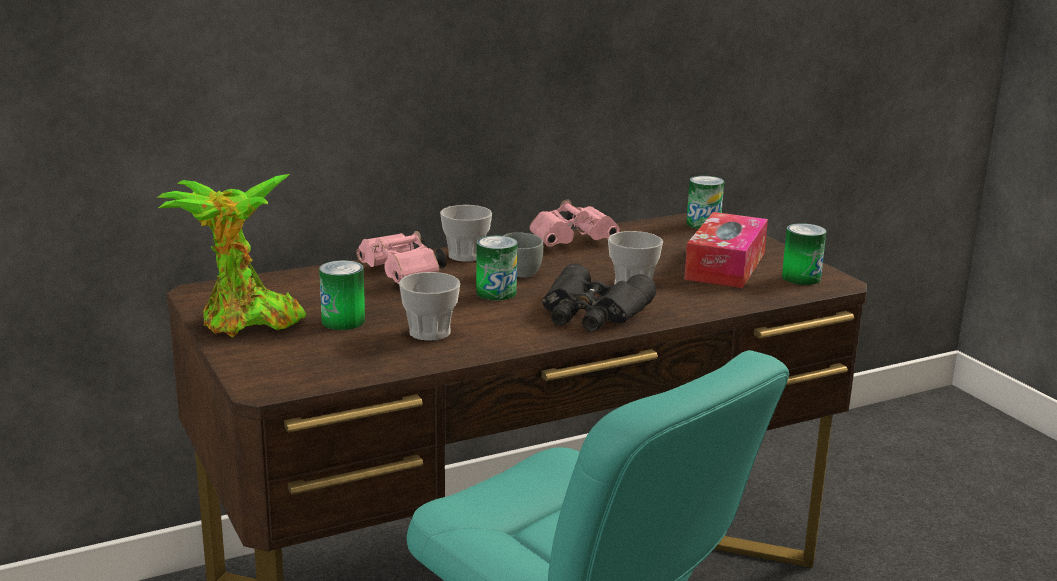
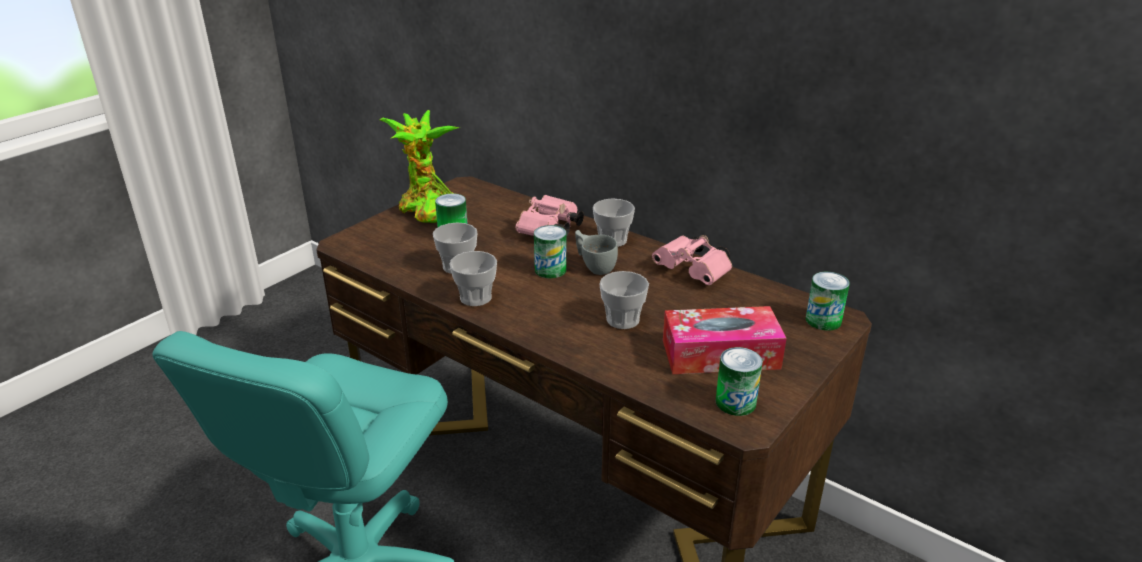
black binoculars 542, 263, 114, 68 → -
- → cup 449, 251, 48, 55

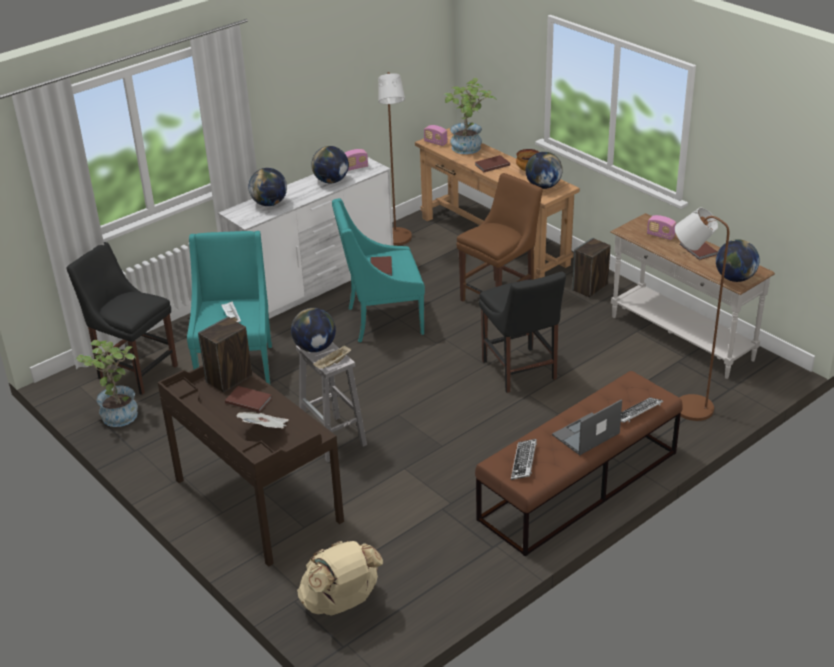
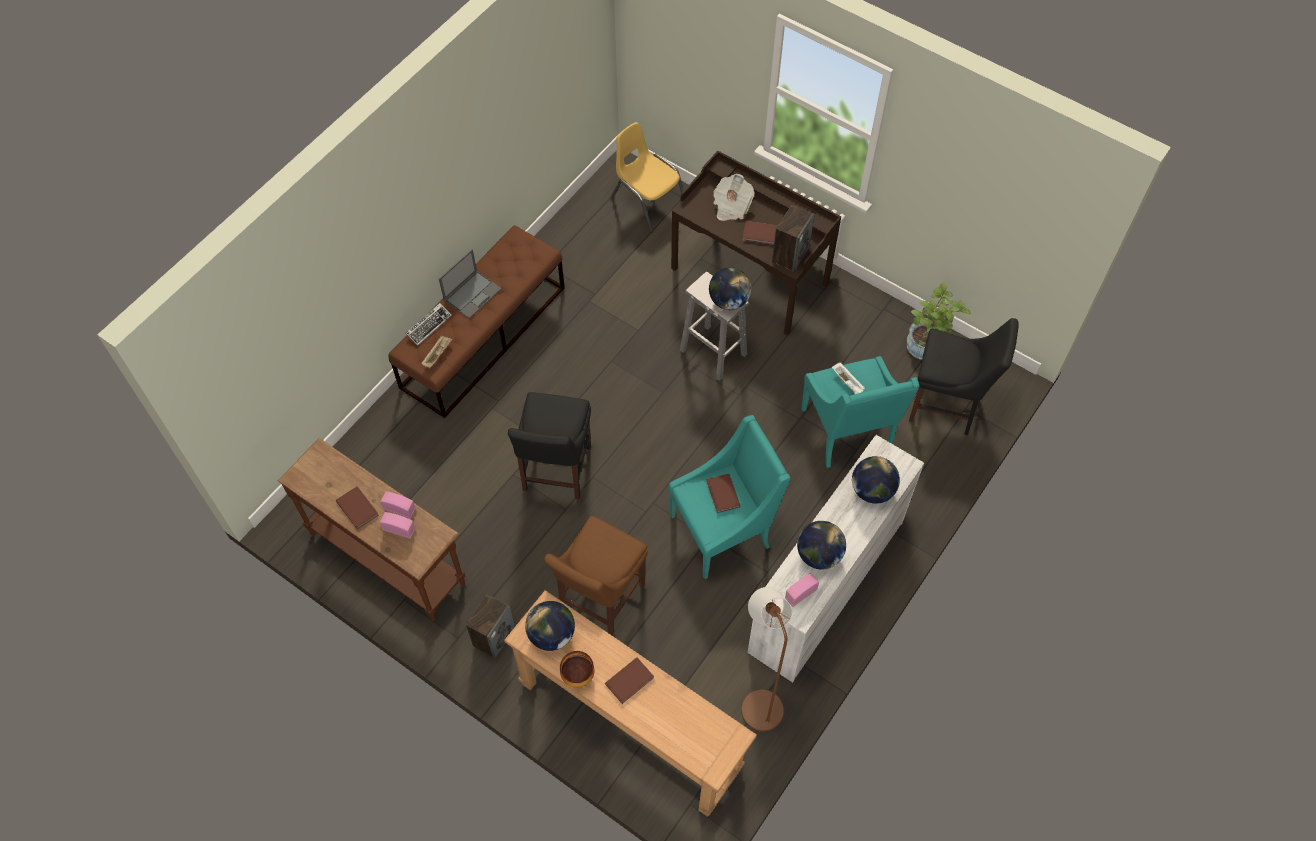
potted plant 444, 78, 53, 76 → -
radio 424, 125, 23, 21 → radio 380, 491, 36, 28, shifted
brown floor lamp 675, 208, 54, 213 → -
white console table 610, 213, 165, 166 → brown console table 278, 438, 187, 183
globe 716, 239, 44, 43 → -
black chair 479, 272, 87, 121 → black chair 508, 392, 83, 107, 135 degrees counterclockwise
beige tray 313, 345, 38, 24 → beige tray 421, 336, 31, 32, shifted
keyboard 511, 439, 26, 41 → -
beige backpack 297, 541, 86, 75 → yellow chair 610, 122, 74, 111

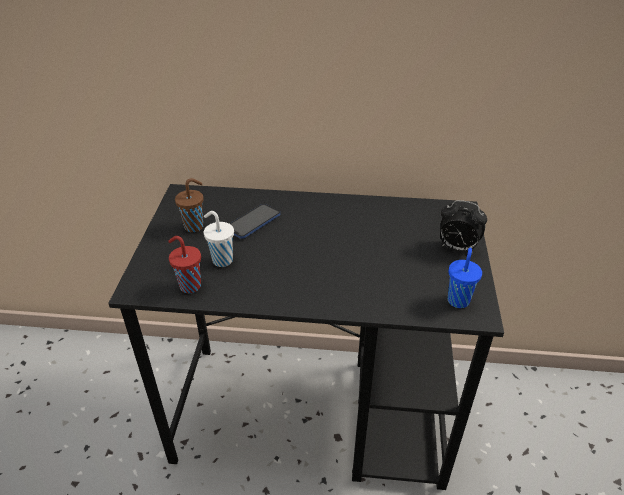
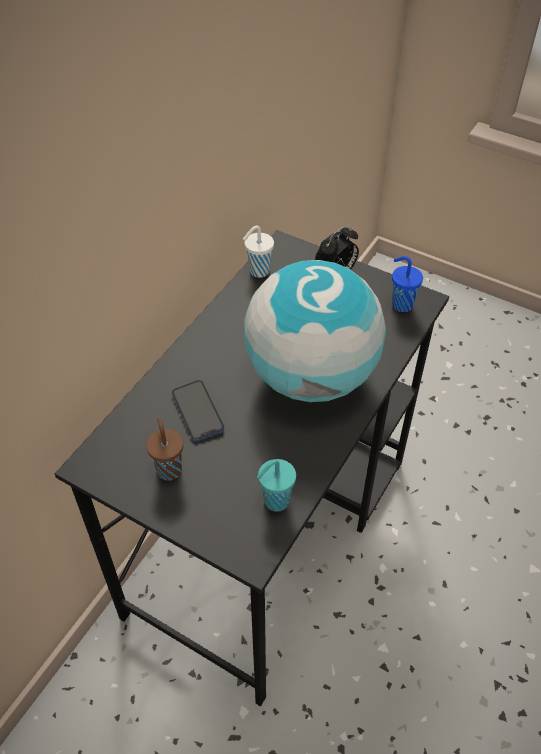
white cup 204, 211, 30, 56 → white cup 243, 225, 31, 53, shifted
red cup 168, 236, 33, 57 → turquoise cup 257, 459, 39, 53
- → globe 244, 260, 142, 142

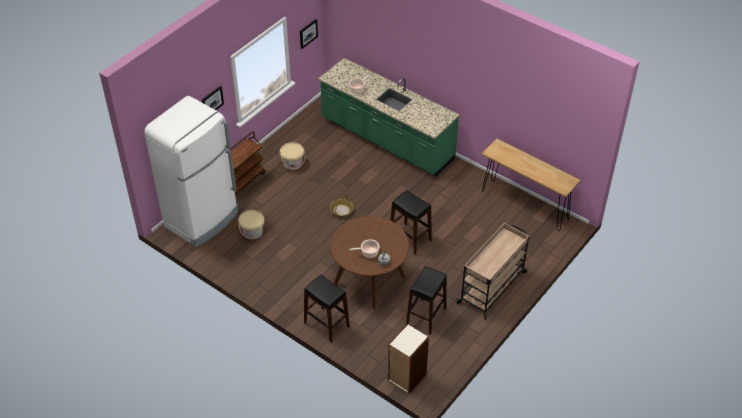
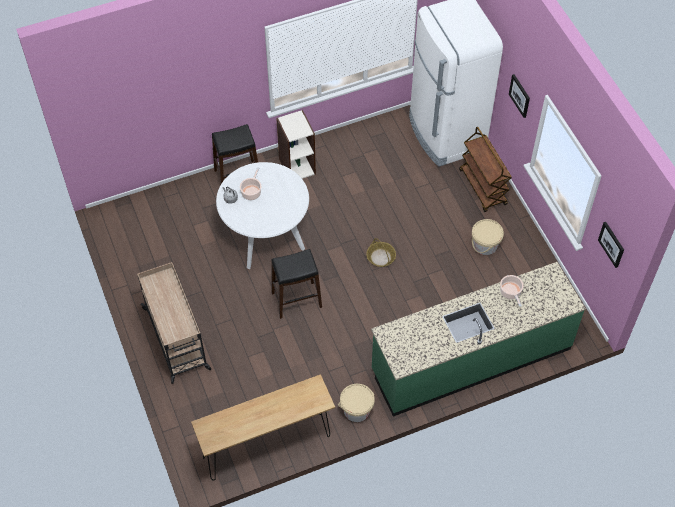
beige bucket 238, 210, 26, 30 → beige bucket 338, 384, 37, 38, shifted
brown dining table 330, 216, 79, 93 → white dining table 216, 162, 93, 107
black stool 406, 266, 41, 69 → -
bookcase 388, 324, 41, 70 → bookcase 276, 110, 40, 69, shifted

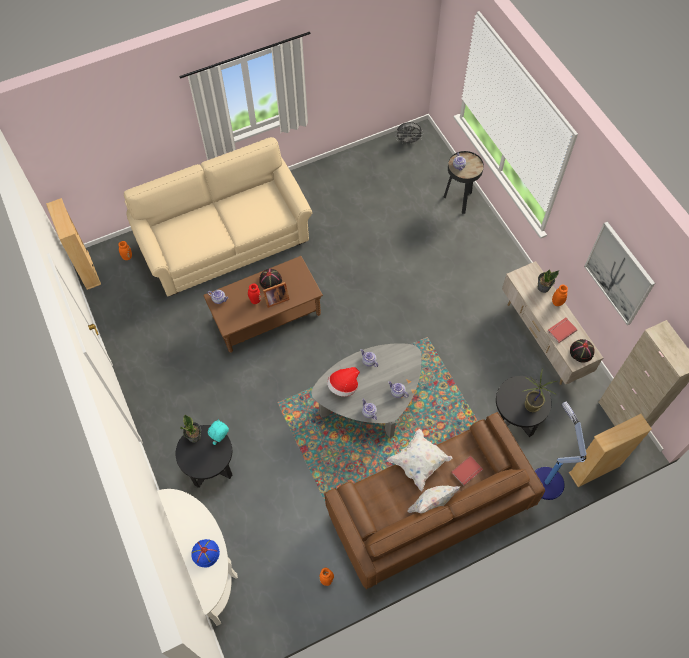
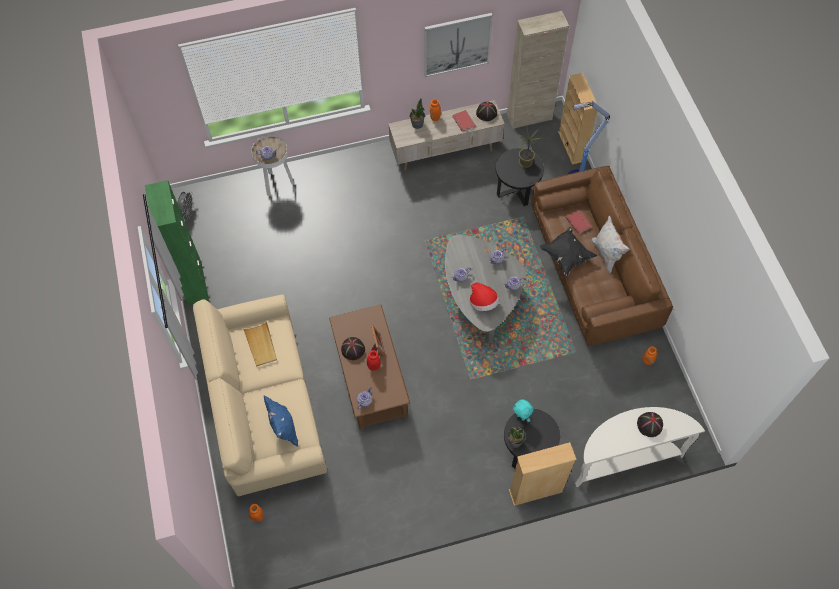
black side table 443, 151, 41, 63 → white side table 251, 135, 43, 62
beige bookcase 46, 198, 55, 92 → beige bookcase 509, 442, 68, 64, shifted
white pillow 387, 429, 66, 62 → black pillow 540, 227, 57, 49
blue hat 191, 539, 29, 28 → black hat 637, 412, 26, 25
- → green cabinet 145, 180, 64, 126
- → beige tray 243, 322, 34, 45
- → blue pillow 264, 396, 34, 51

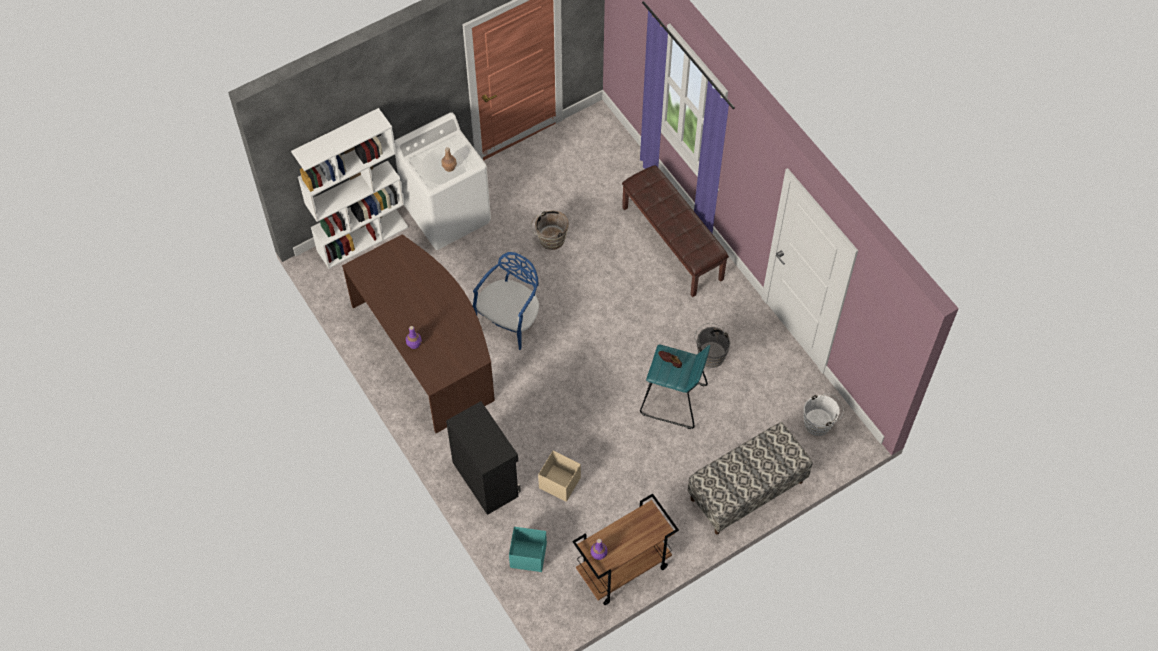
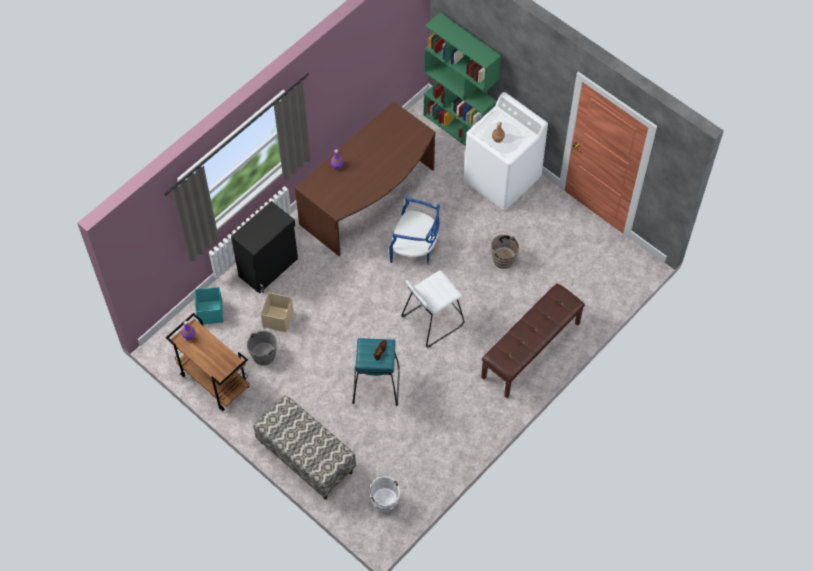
white bookcase 291, 108, 118, 161 → green bookcase 424, 12, 78, 134
grey bucket 695, 323, 35, 45 → grey bucket 247, 328, 33, 37, shifted
- → white stool 401, 270, 64, 78

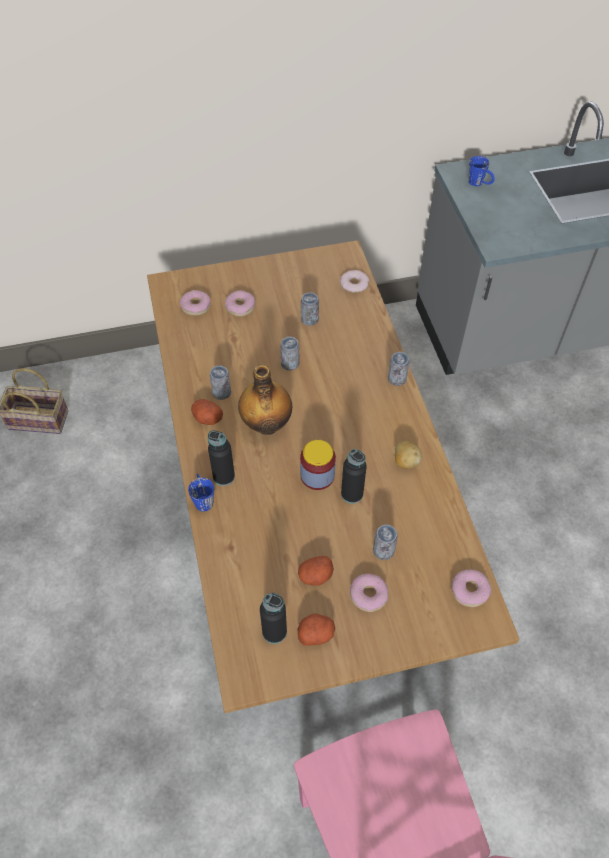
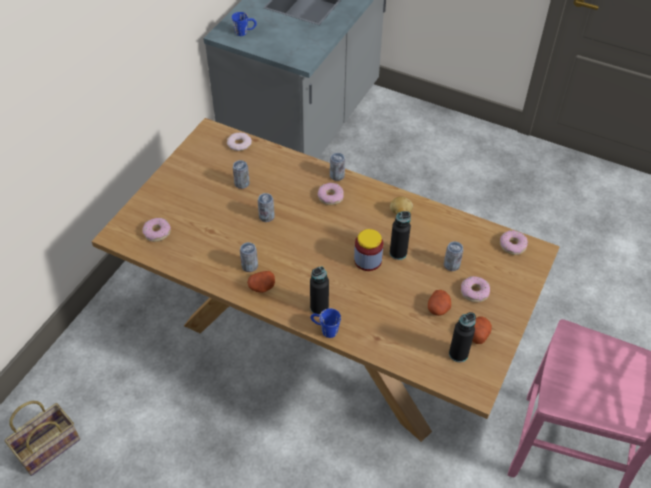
donut 225, 290, 30, 27 → donut 318, 183, 26, 22, shifted
bottle 238, 365, 54, 70 → -

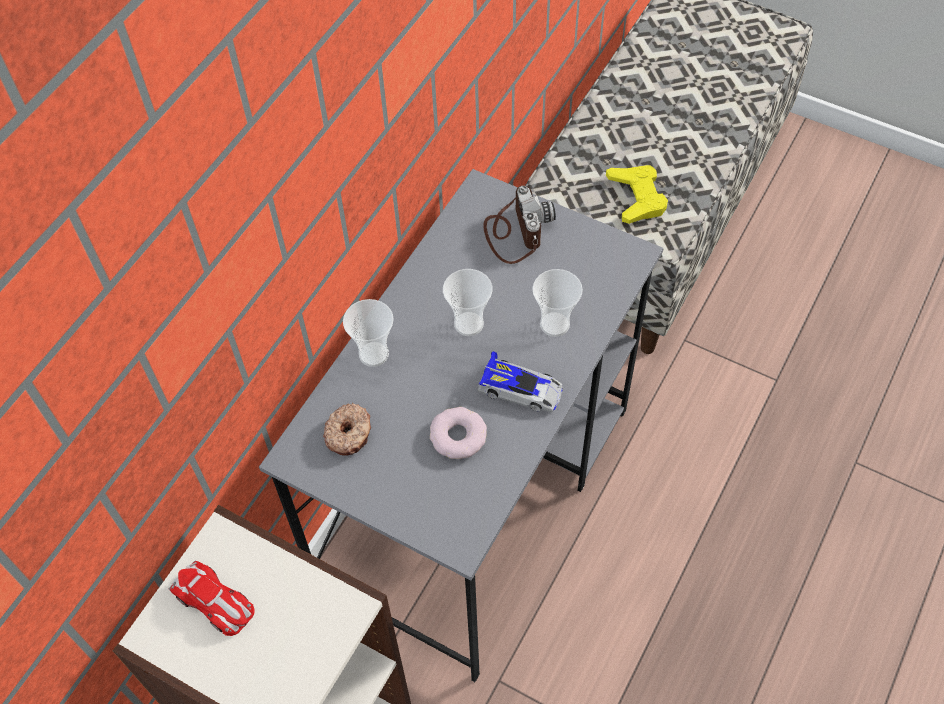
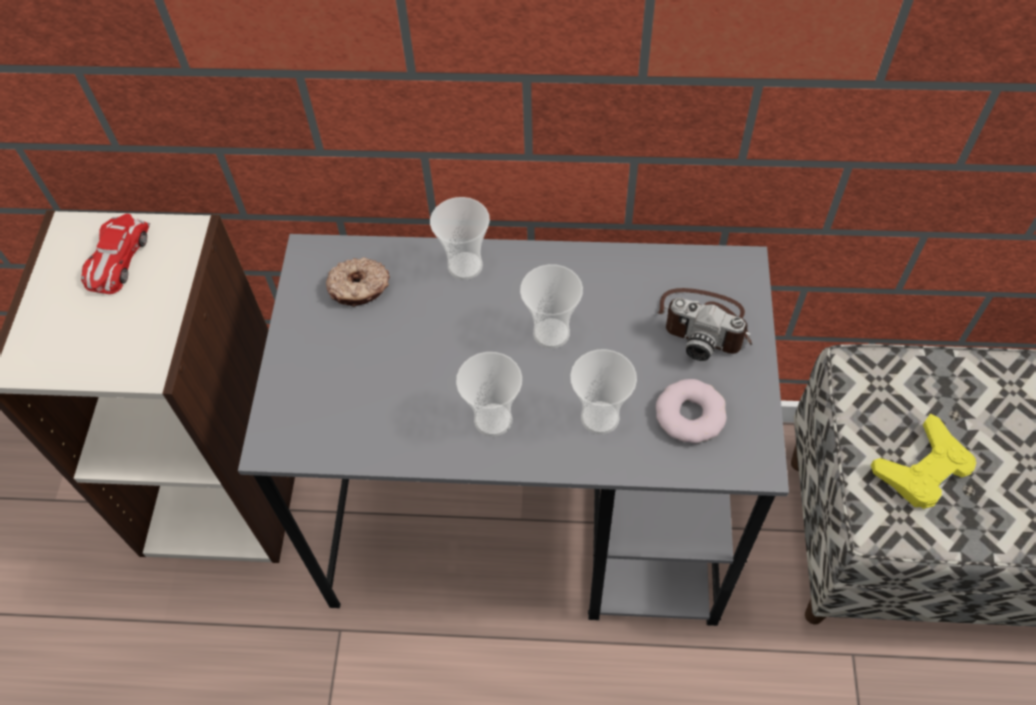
photo camera 483, 186, 73, 78 → photo camera 657, 288, 95, 73, 60 degrees clockwise
toy car 478, 351, 85, 61 → cup 456, 352, 66, 85
donut 430, 407, 57, 52 → donut 656, 379, 71, 65, shifted

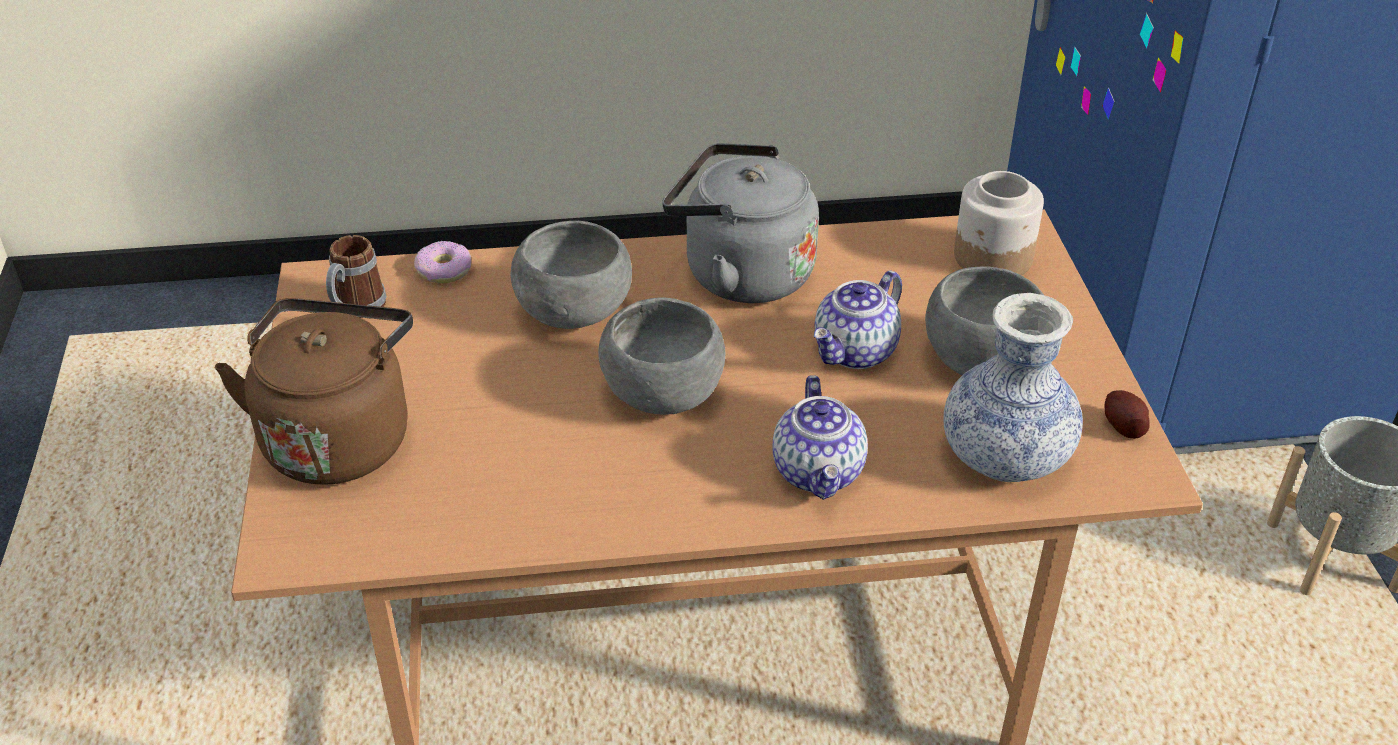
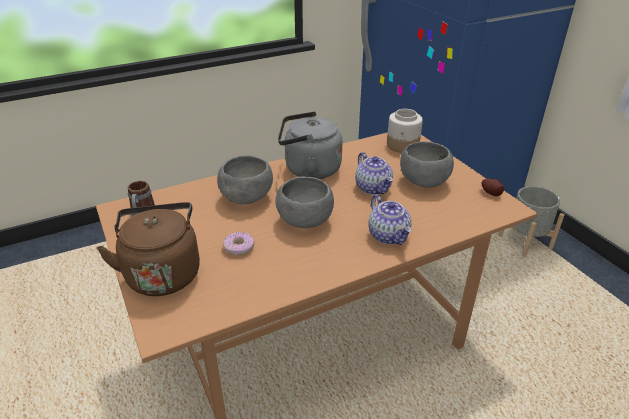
donut 414, 241, 57, 42 → donut 223, 232, 32, 24, shifted
teapot 814, 270, 88, 99 → teapot 355, 152, 38, 43, 45 degrees counterclockwise
vase 943, 293, 140, 189 → -

